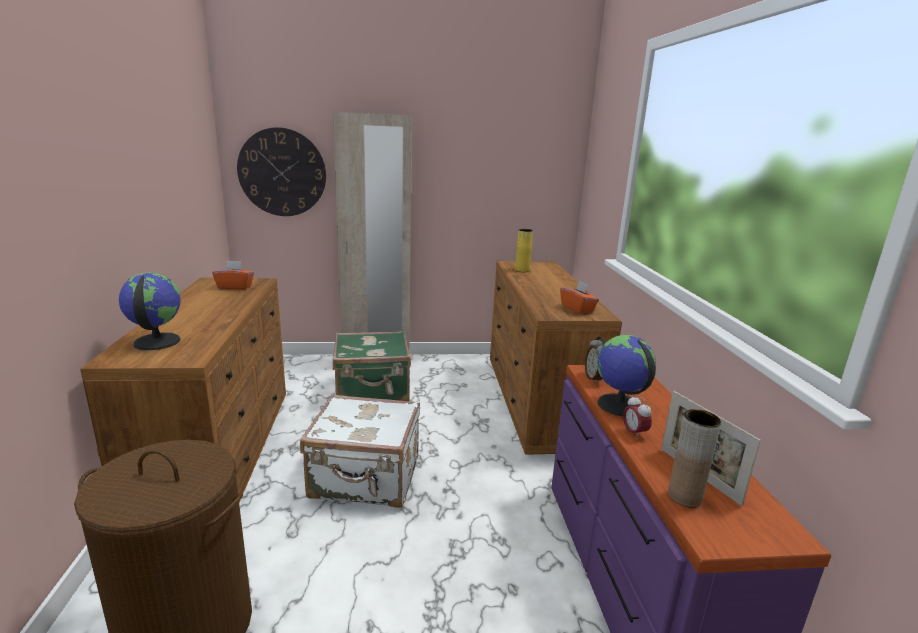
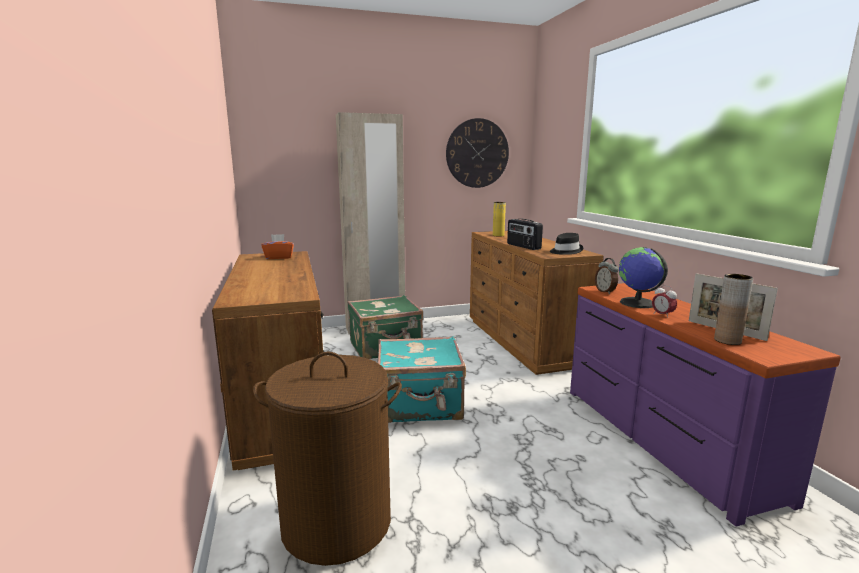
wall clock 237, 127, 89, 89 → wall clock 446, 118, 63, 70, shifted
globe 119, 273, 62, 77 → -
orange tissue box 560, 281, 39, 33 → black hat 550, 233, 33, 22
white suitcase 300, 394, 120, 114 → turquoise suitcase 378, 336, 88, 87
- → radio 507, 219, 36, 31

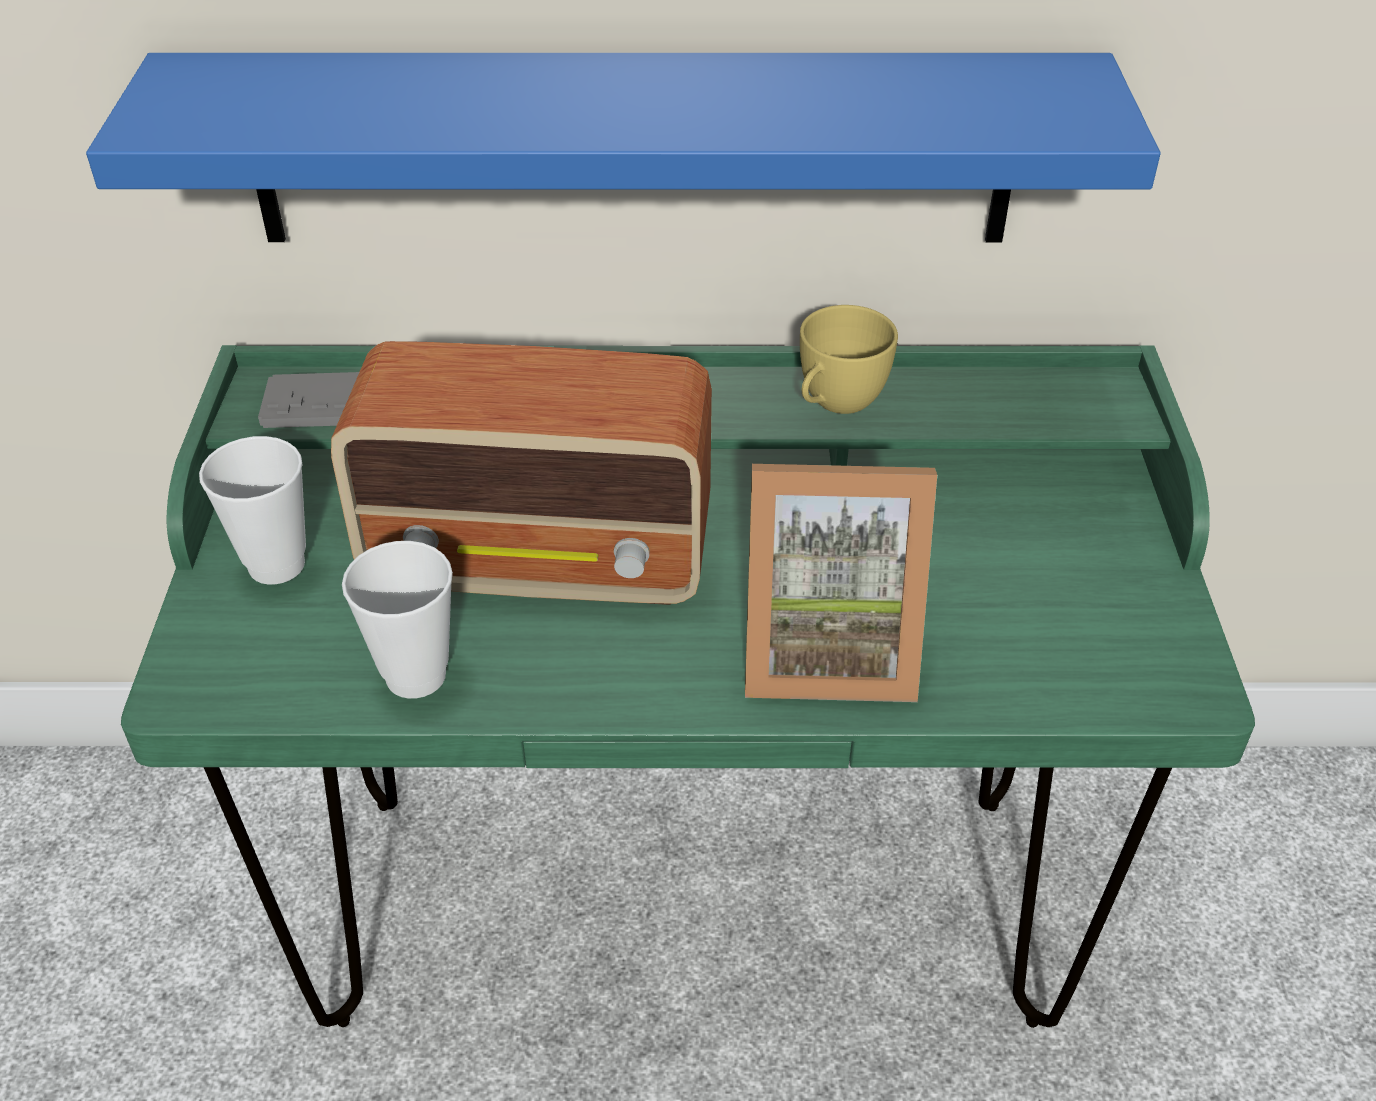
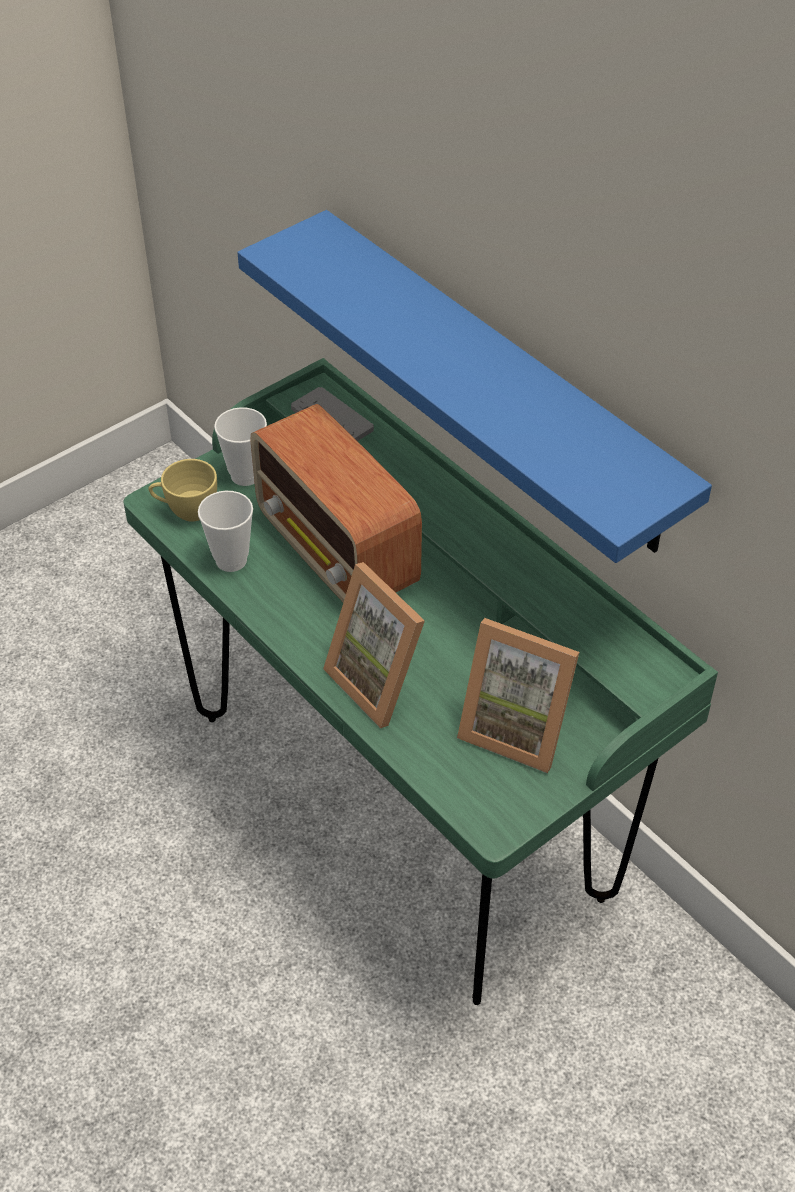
yellow cup 800, 305, 98, 109 → yellow cup 148, 459, 69, 63, shifted
- → picture frame 457, 618, 122, 155

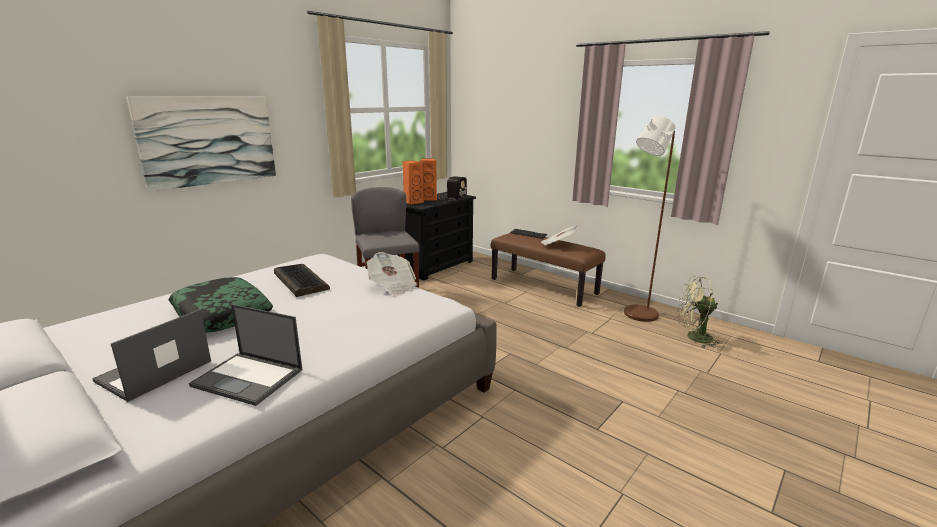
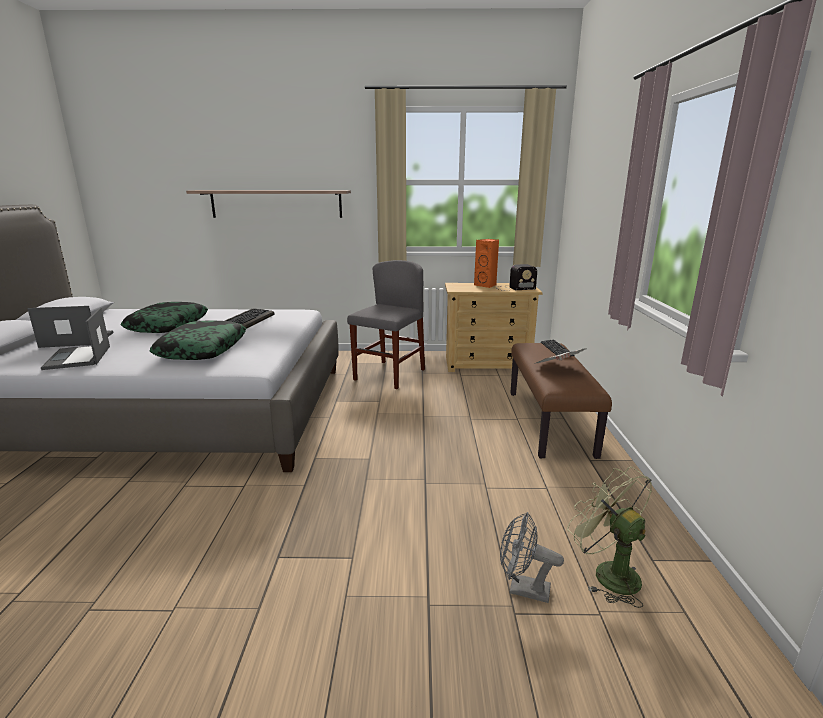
picture 126, 97, 150, 95 → shelf 186, 190, 165, 28
brown floor lamp 624, 116, 52, 206 → -
orange speaker 402, 160, 22, 45 → -
black dresser 397, 192, 79, 88 → beige dresser 445, 283, 98, 89
newspaper 367, 252, 50, 44 → -
- → pillow 150, 320, 96, 40
- → grey fan 500, 512, 64, 91

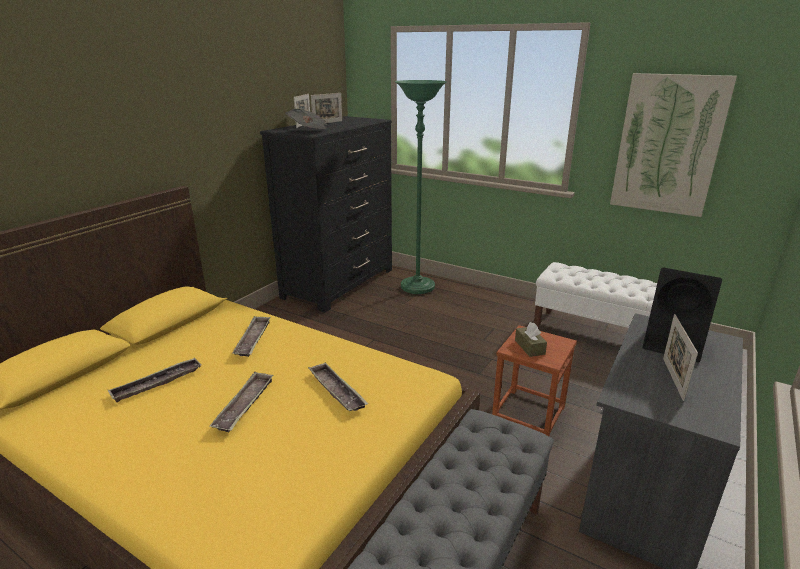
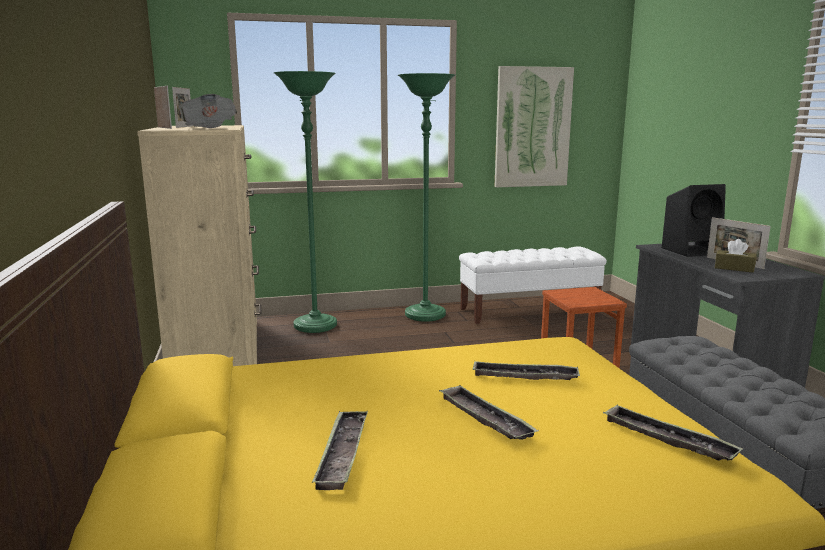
black dresser 260, 116, 132, 197 → beige dresser 137, 125, 125, 241
tray 233, 316, 38, 41 → tray 603, 404, 140, 57, shifted
brown tissue box 515, 322, 32, 35 → brown tissue box 715, 239, 42, 34, shifted
- → green floor lamp 398, 73, 57, 249

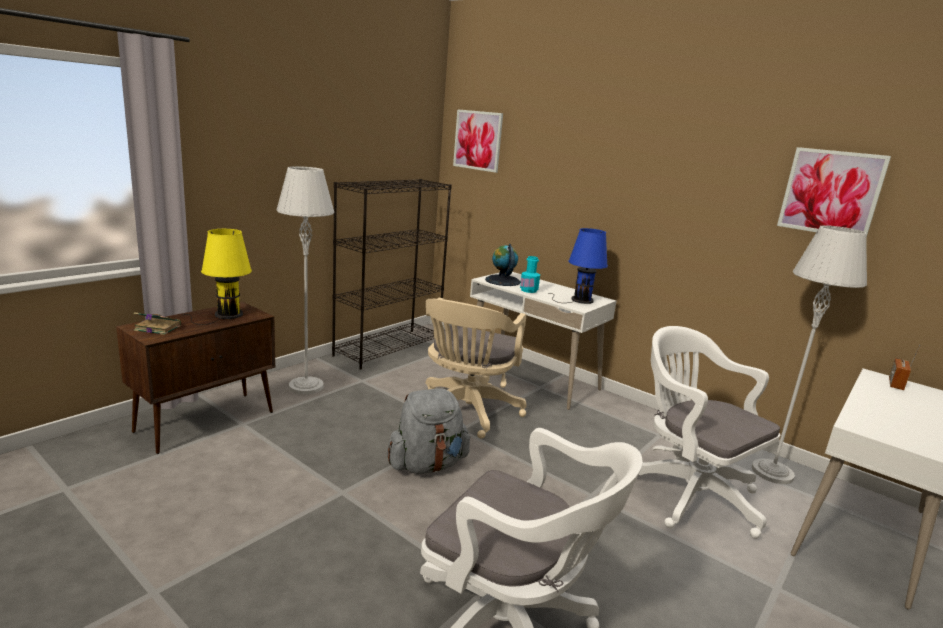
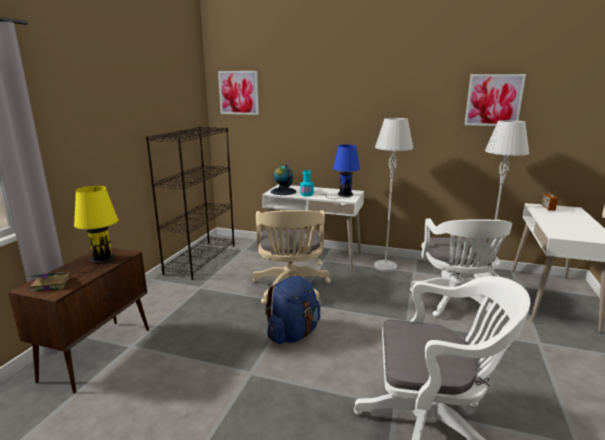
grey floor lamp 277, 166, 57, 228 → grey floor lamp 374, 118, 39, 154, shifted
white office chair 639, 326, 141, 213 → white office chair 410, 218, 102, 100, 120 degrees counterclockwise
grey backpack 387, 388, 83, 86 → blue backpack 265, 276, 55, 68

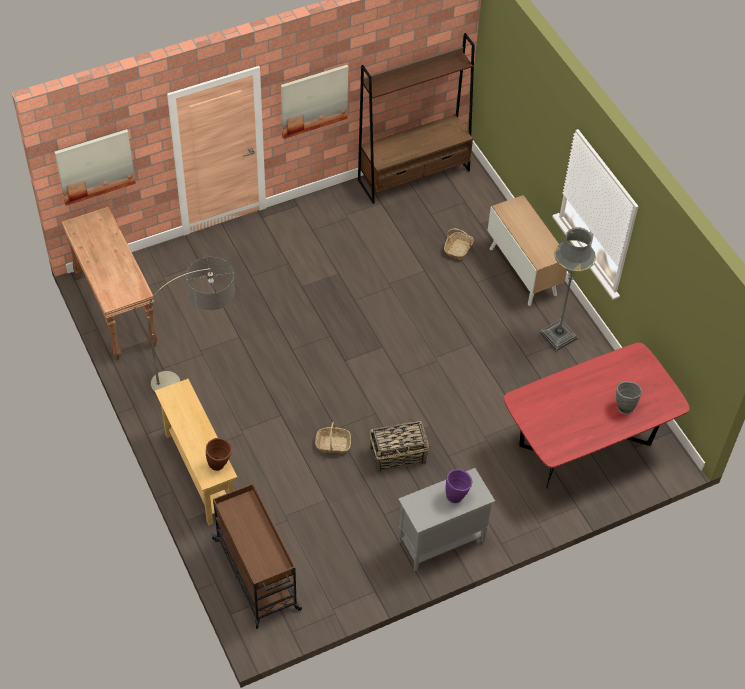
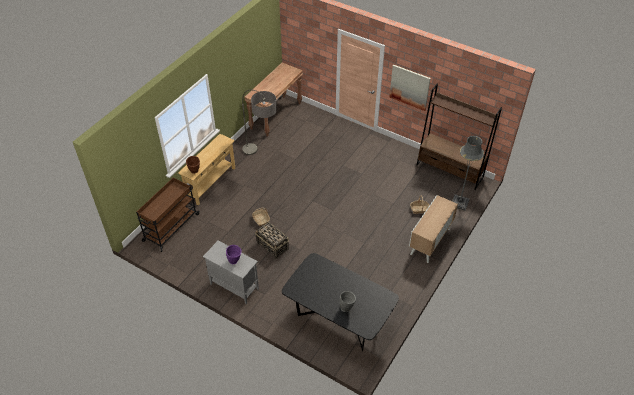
picture 55, 129, 81, 77 → -
grey floor lamp 539, 227, 57, 125 → grey floor lamp 452, 135, 32, 76, shifted
red dining table 504, 342, 186, 147 → black dining table 282, 253, 117, 98

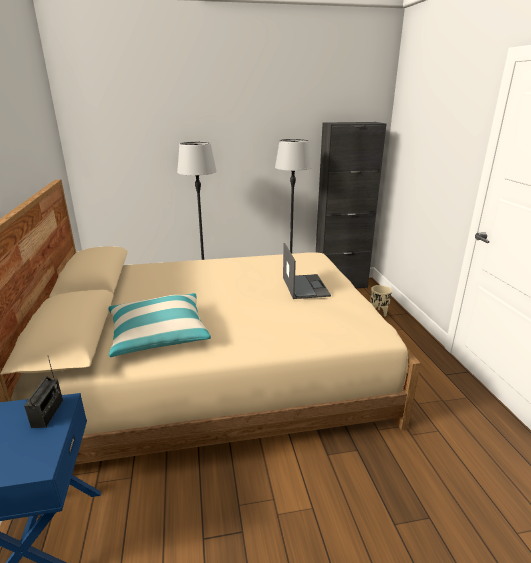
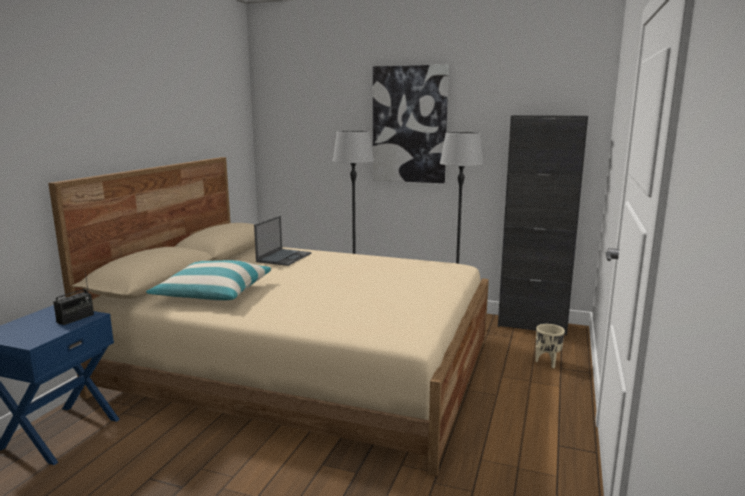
laptop 283, 243, 48, 56 → laptop 254, 216, 57, 50, shifted
- → picture 373, 65, 76, 118

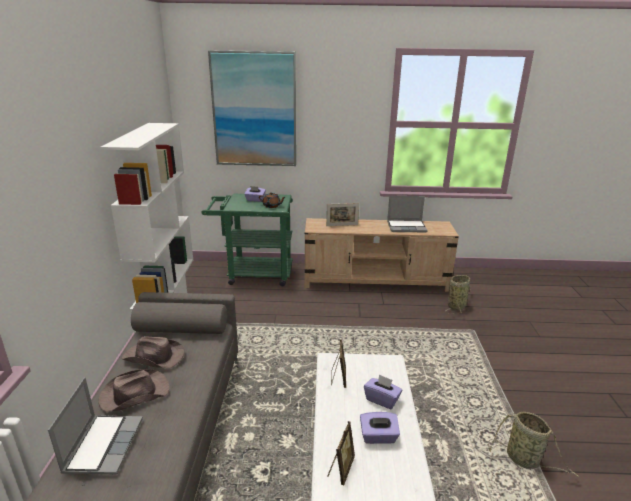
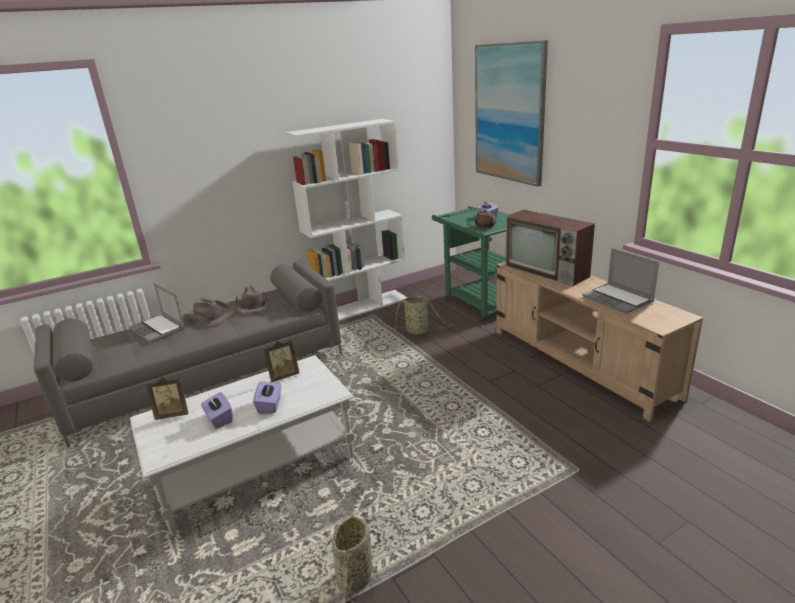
picture frame 326, 203, 33, 23 → television 505, 210, 90, 76
basket 446, 275, 25, 39 → basket 393, 296, 59, 38, shifted
laptop 48, 377, 95, 98 → laptop 129, 283, 56, 60, 75 degrees clockwise

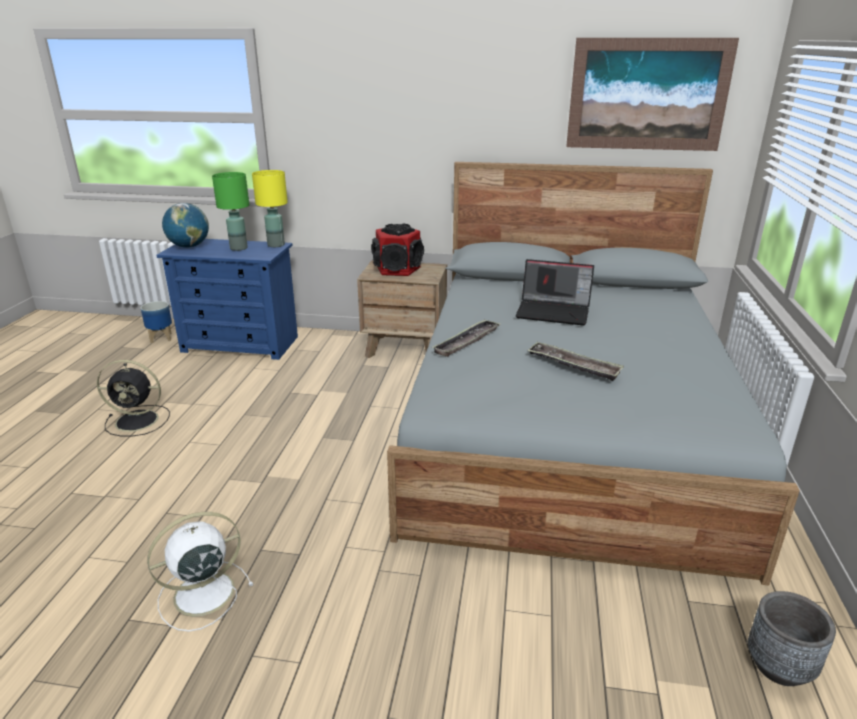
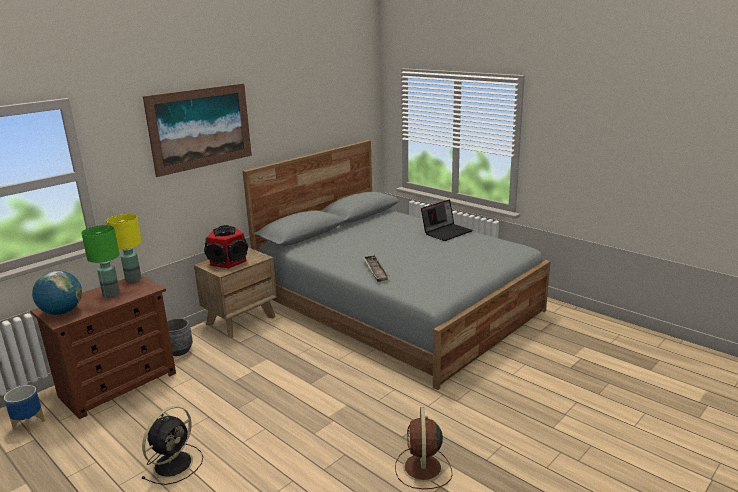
picture 566, 38, 173, 113 → picture 143, 83, 109, 94, shifted
blue dresser 157, 239, 141, 121 → brown dresser 30, 275, 146, 144
laptop 515, 259, 79, 66 → laptop 421, 199, 52, 42, shifted
tray 527, 342, 97, 39 → -
white fan 147, 512, 106, 120 → brown fan 395, 407, 57, 82
grey planter 748, 591, 88, 95 → grey planter 167, 318, 26, 38, shifted

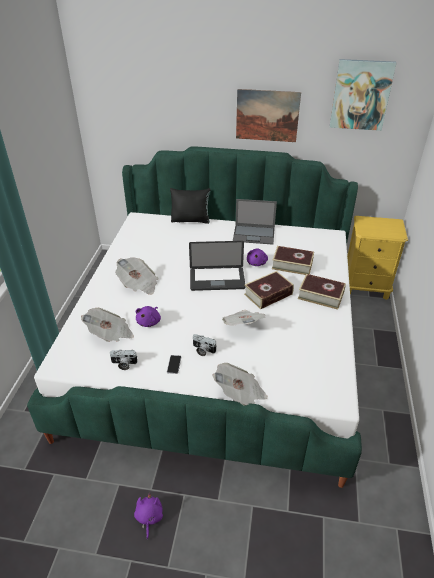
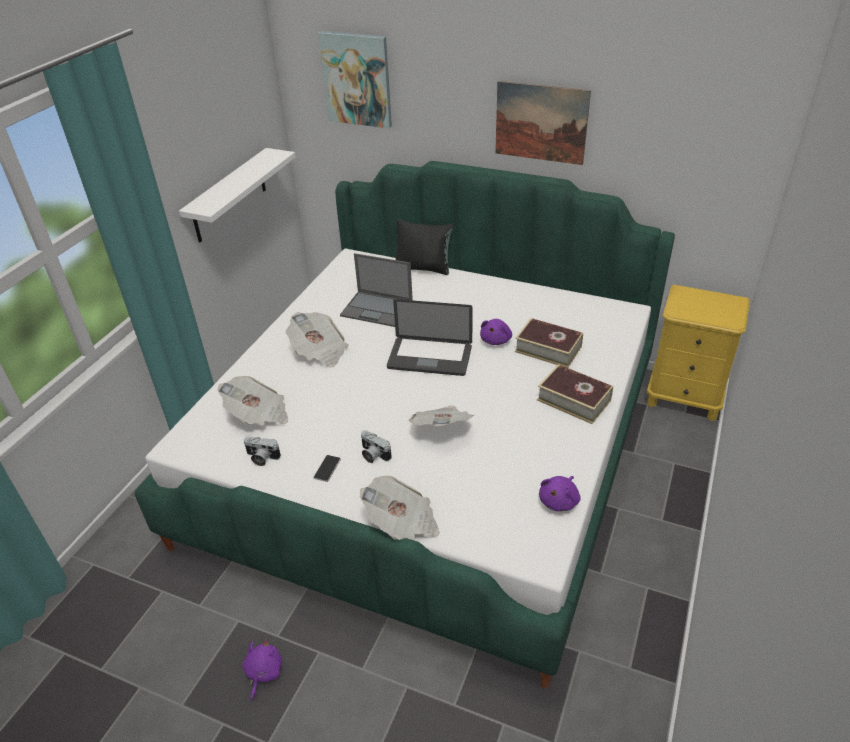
picture 330, 59, 66, 72 → picture 318, 31, 74, 98, shifted
laptop 233, 199, 44, 46 → laptop 340, 253, 73, 74, shifted
book 244, 271, 50, 38 → -
purple plush toy 136, 306, 25, 21 → purple plush toy 539, 476, 42, 35, shifted
- → white shelf 179, 148, 117, 94

